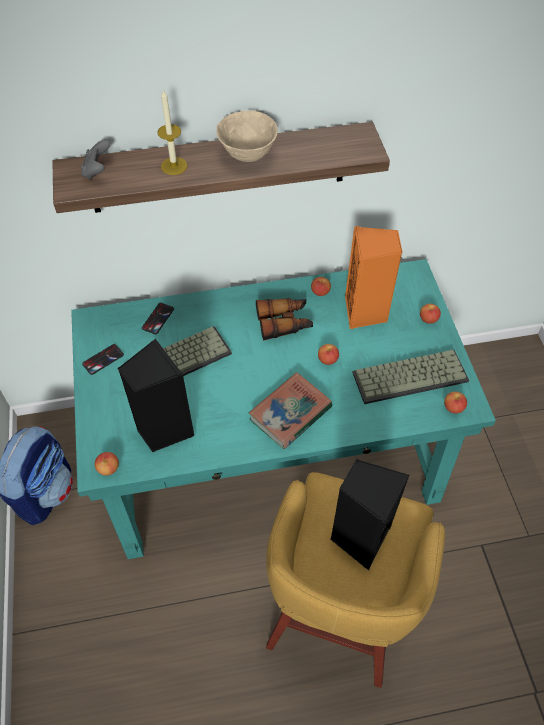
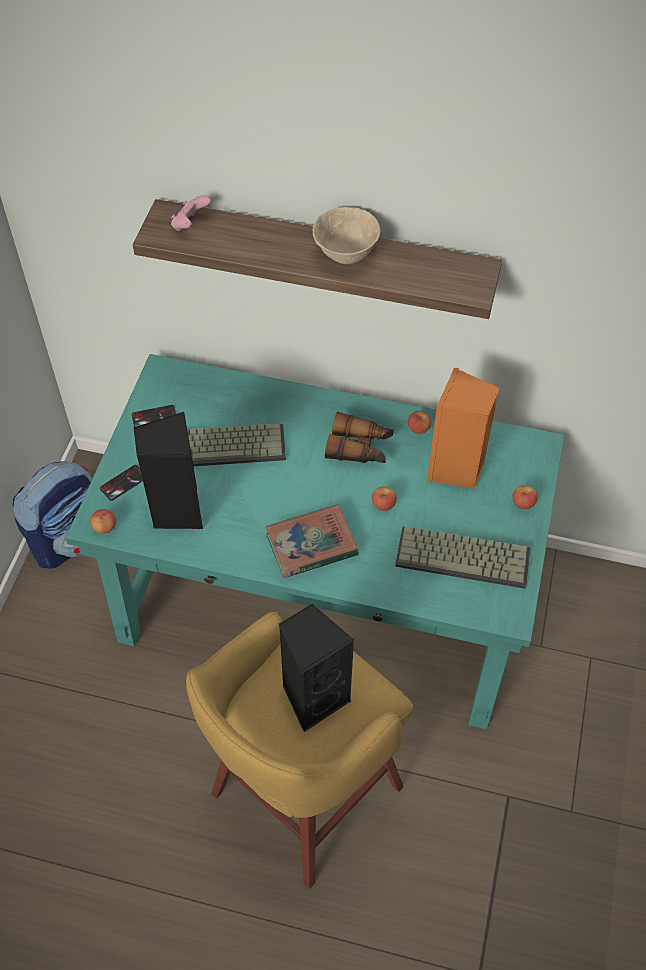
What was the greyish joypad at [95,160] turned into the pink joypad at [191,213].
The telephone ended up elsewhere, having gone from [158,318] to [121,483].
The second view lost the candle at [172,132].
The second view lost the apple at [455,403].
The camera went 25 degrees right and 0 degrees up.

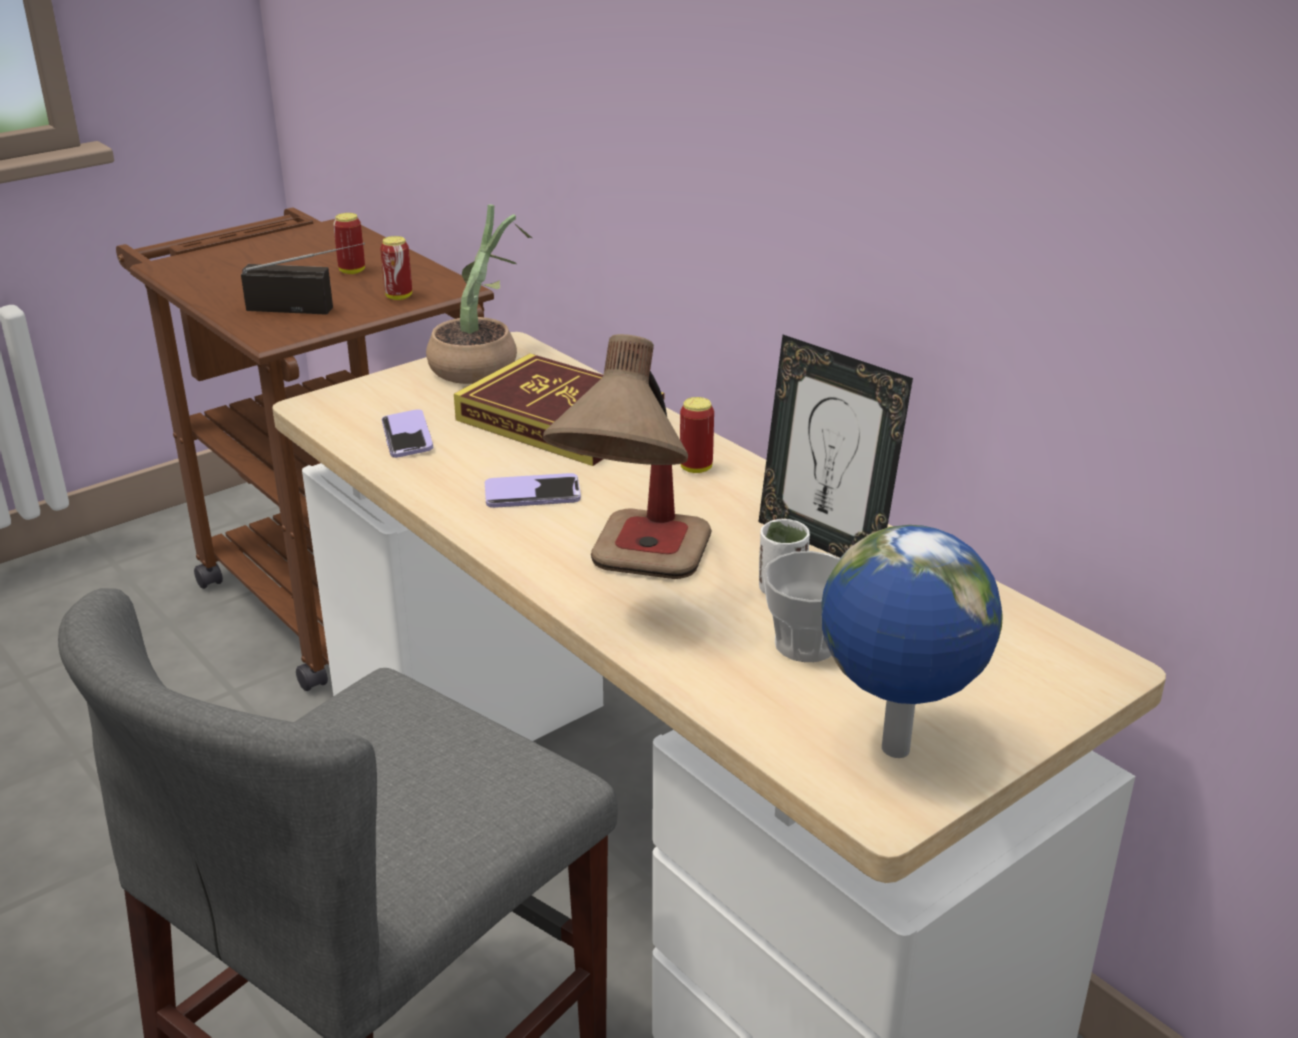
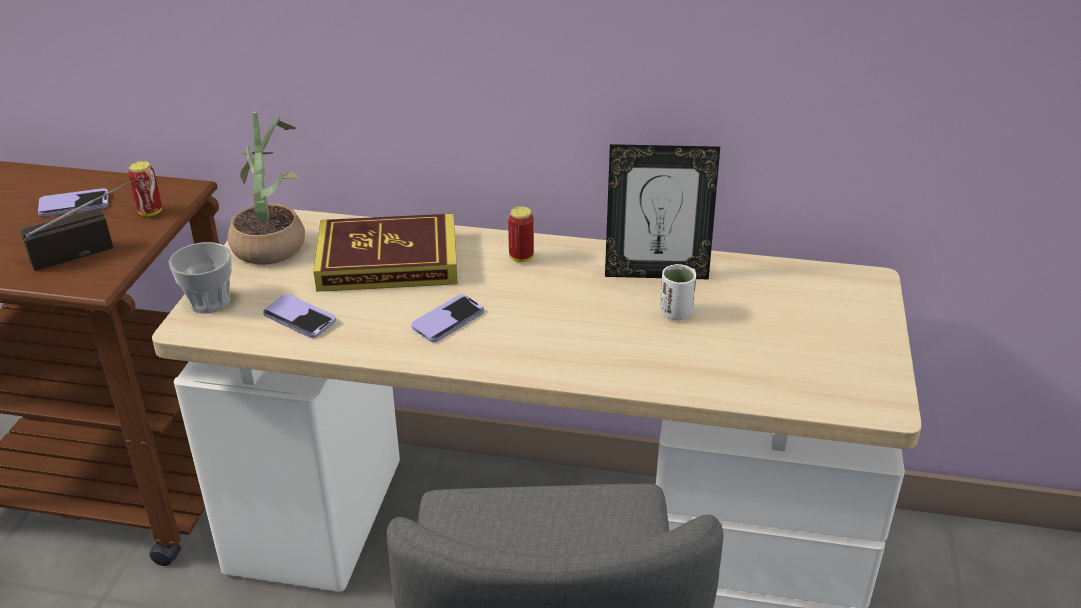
Where the sealed can stood at [349,243], the telephone came to stand at [73,202].
The second view lost the table lamp at [627,456].
The cup ended up elsewhere, having gone from [801,606] to [200,278].
The second view lost the world globe at [912,641].
The camera went 40 degrees left and 5 degrees up.

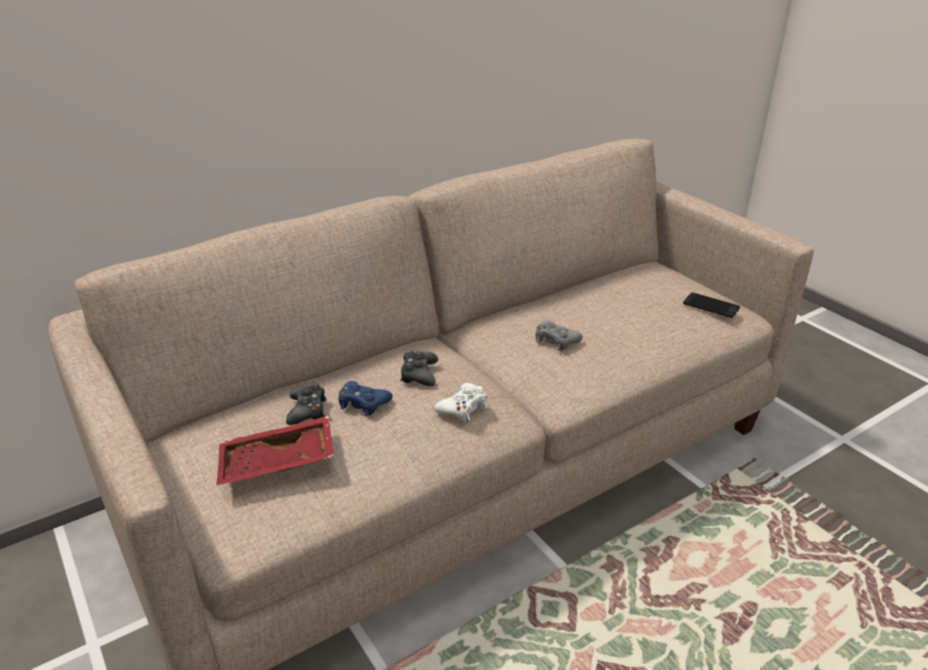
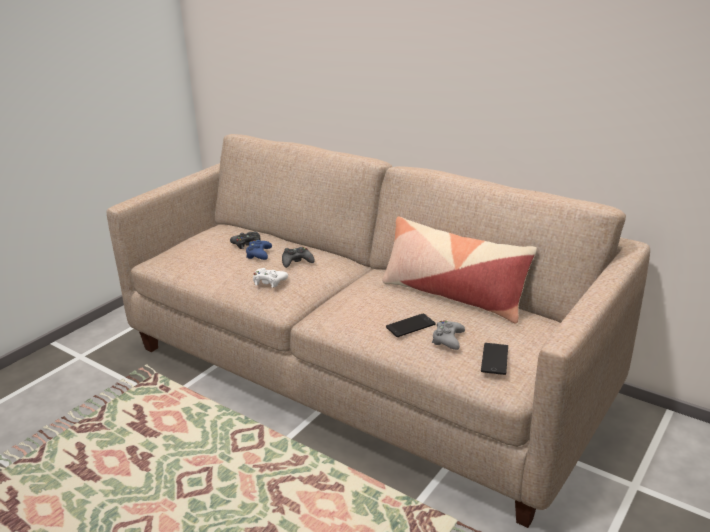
The second view lost the red-coloured tray at [275,450].
The greyish joypad ended up elsewhere, having gone from [559,335] to [448,335].
The second view gained the throw pillow at [459,270].
The second view gained the telephone at [411,325].
The camera went 70 degrees right and 5 degrees down.

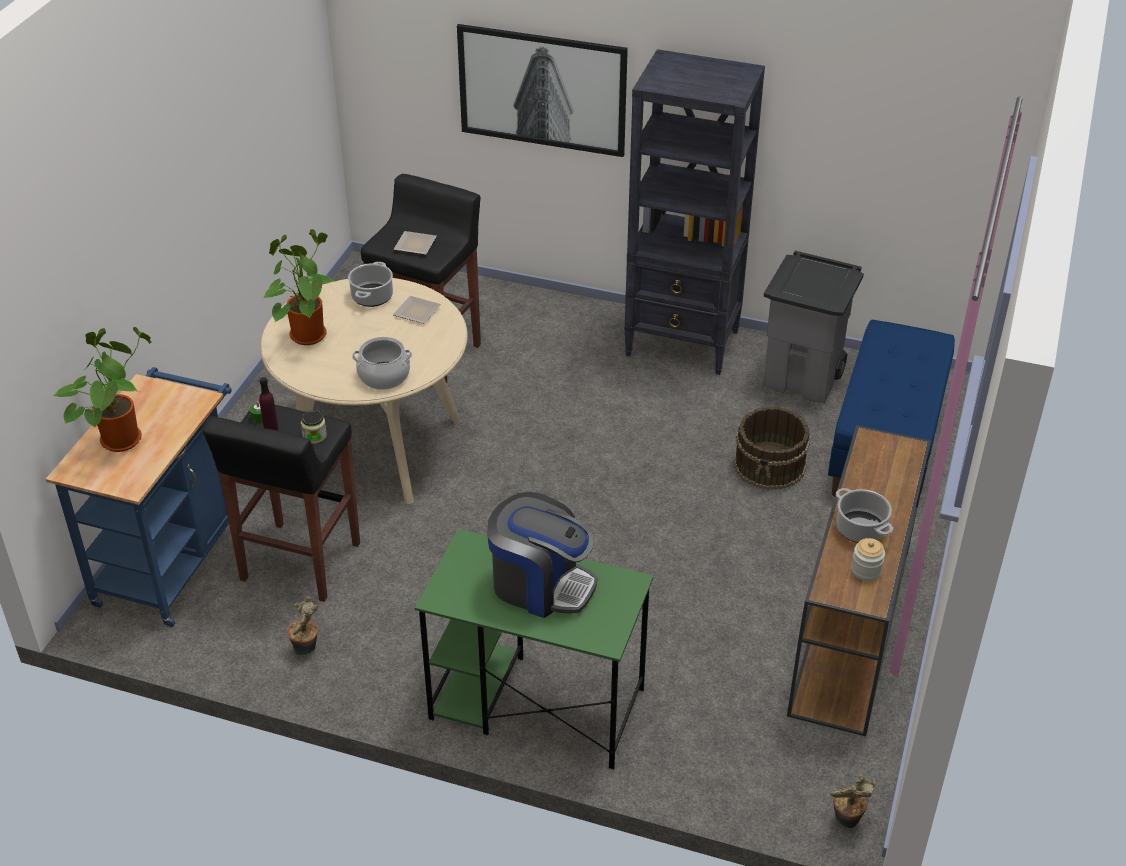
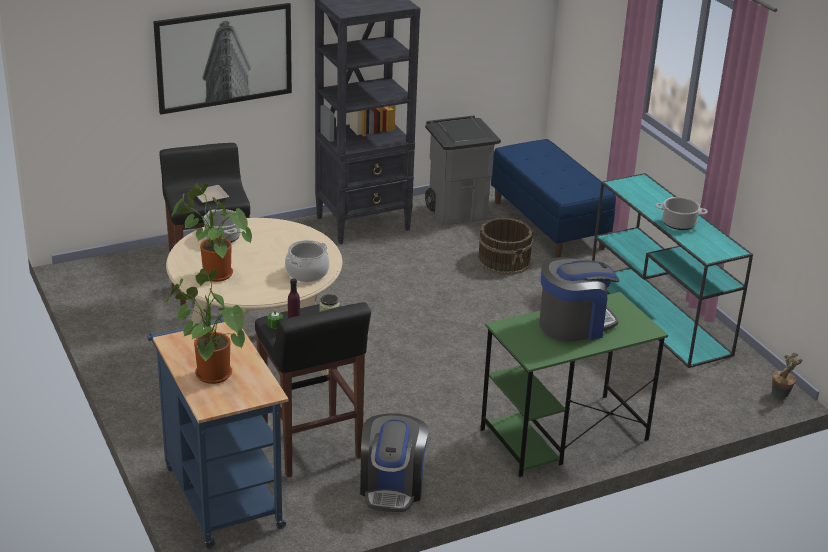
Where the potted plant stood at [302,625], the coffee maker came to stand at [394,462].
The second view lost the dinner plate at [417,310].
What was the brownish console table at [859,580] turned into the turquoise console table at [672,270].
The second view lost the storage jar at [868,559].
The camera went 45 degrees left and 10 degrees down.

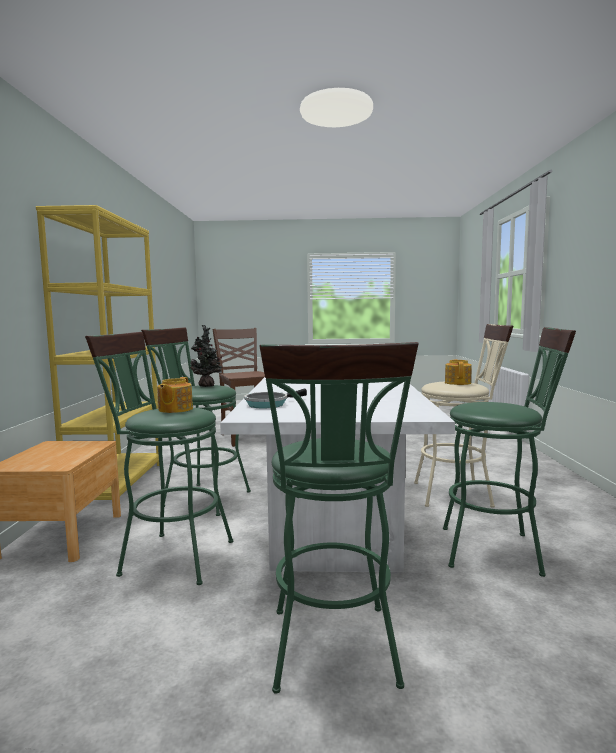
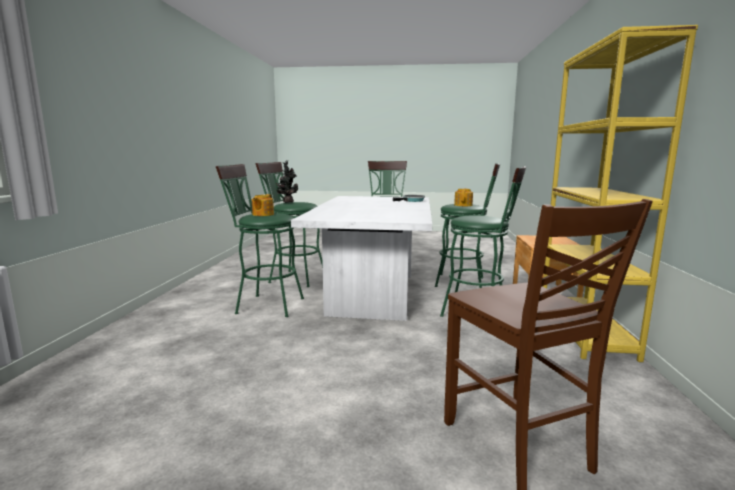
The potted plant ended up elsewhere, having gone from [206,356] to [287,182].
What was the beige stool seat at [463,416] turned into the green stool seat at [260,240].
The camera went 175 degrees left and 5 degrees up.

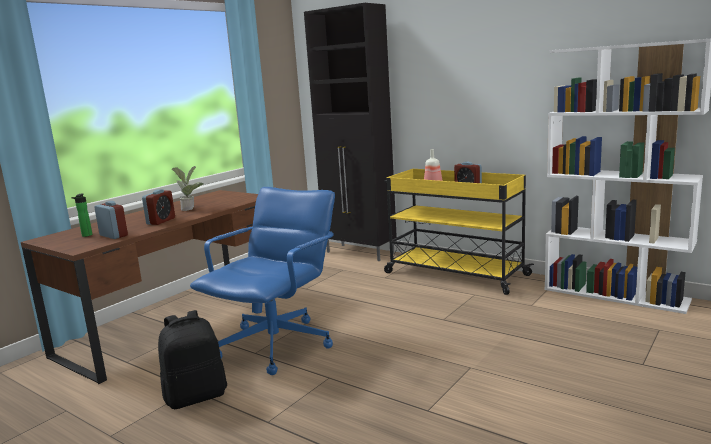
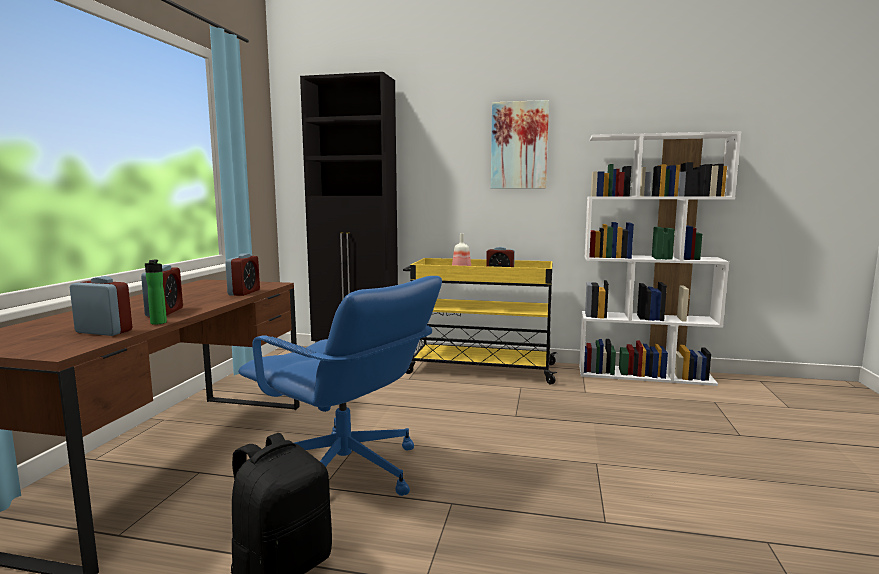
The beverage bottle ended up elsewhere, having gone from [82,215] to [156,292].
The second view lost the potted plant at [188,188].
The bluish computer chair at [262,281] ended up facing another way, 120 degrees clockwise from before.
The second view gained the table clock at [242,274].
The second view gained the wall art at [520,144].
The camera went 25 degrees left and 5 degrees down.

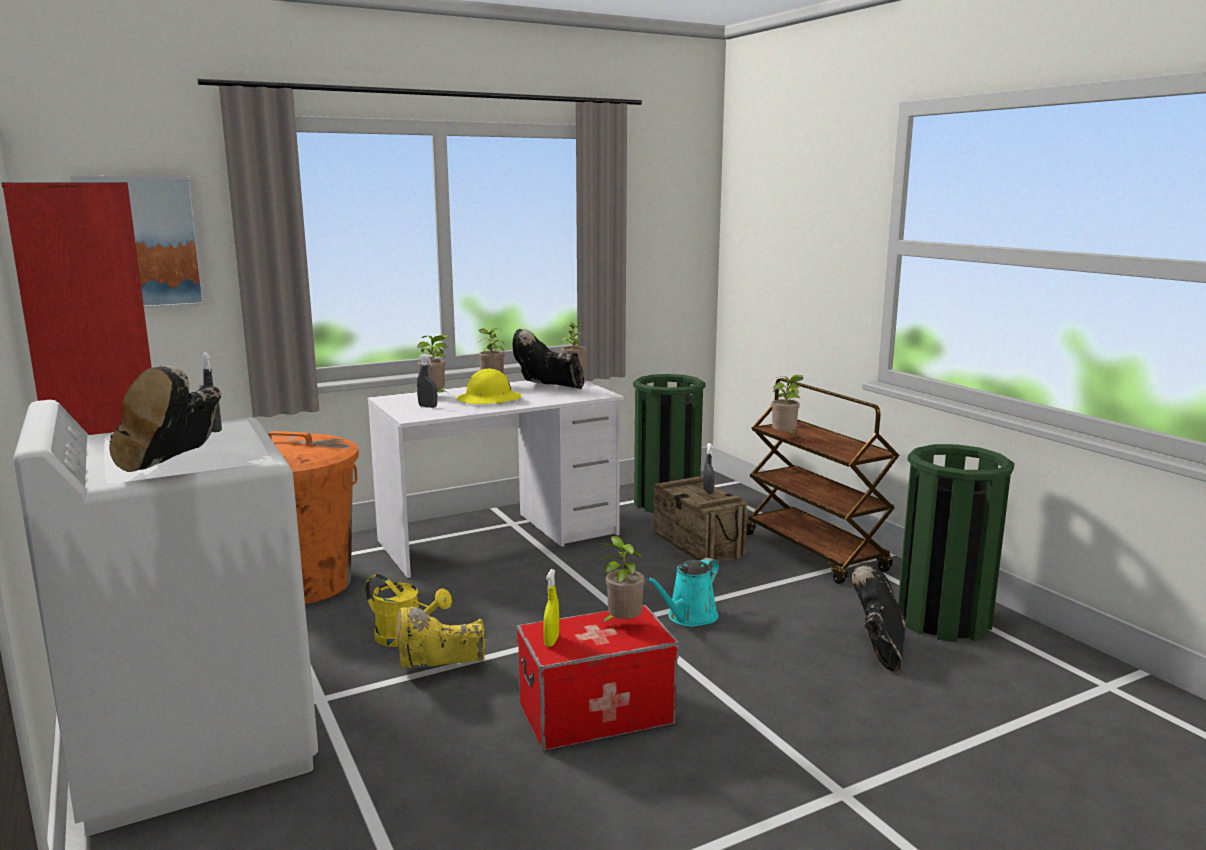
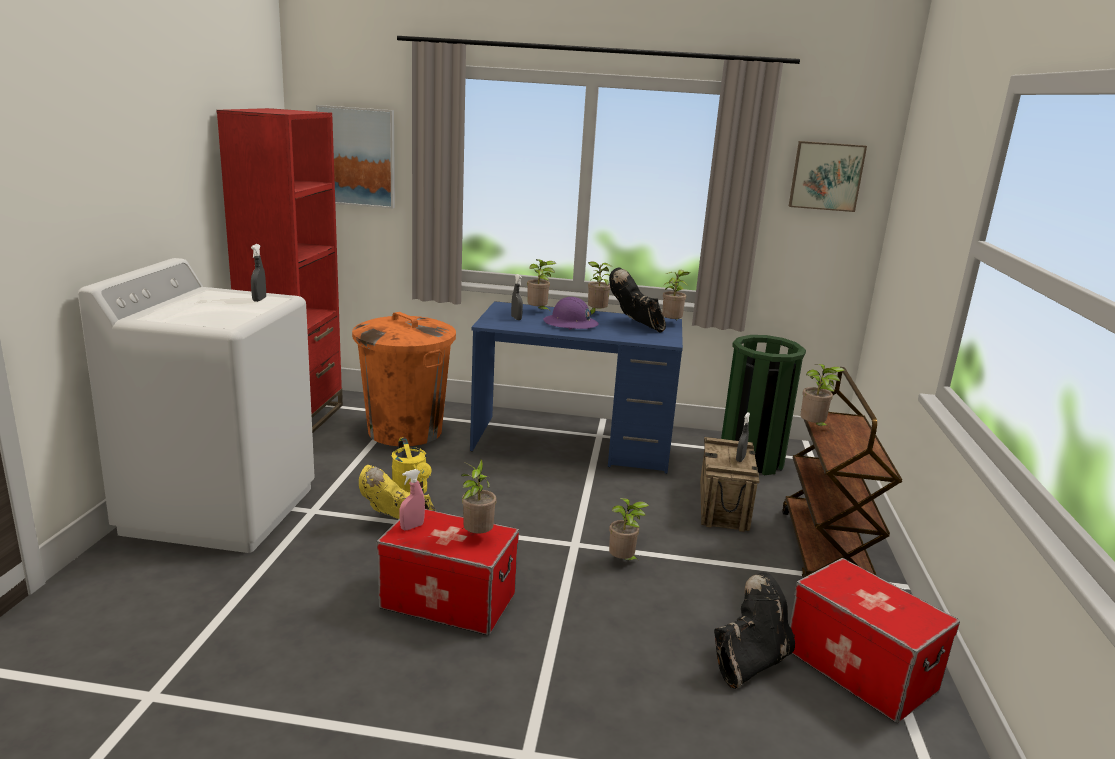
The second view lost the black tall boot at [165,418].
What was the whitish desk unit at [495,479] turned into the bluish desk unit at [576,387].
What was the yellow hard hat at [489,386] turned into the purple hard hat at [571,313].
What was the yellow spray bottle at [551,608] turned into the pink spray bottle at [412,499].
Where the turquoise watering pot stood at [682,592], the potted plant came to stand at [629,530].
Where the green trash can stood at [956,543], the storage bin came to stand at [874,640].
The second view gained the wall art at [828,176].
The camera went 35 degrees right and 5 degrees up.

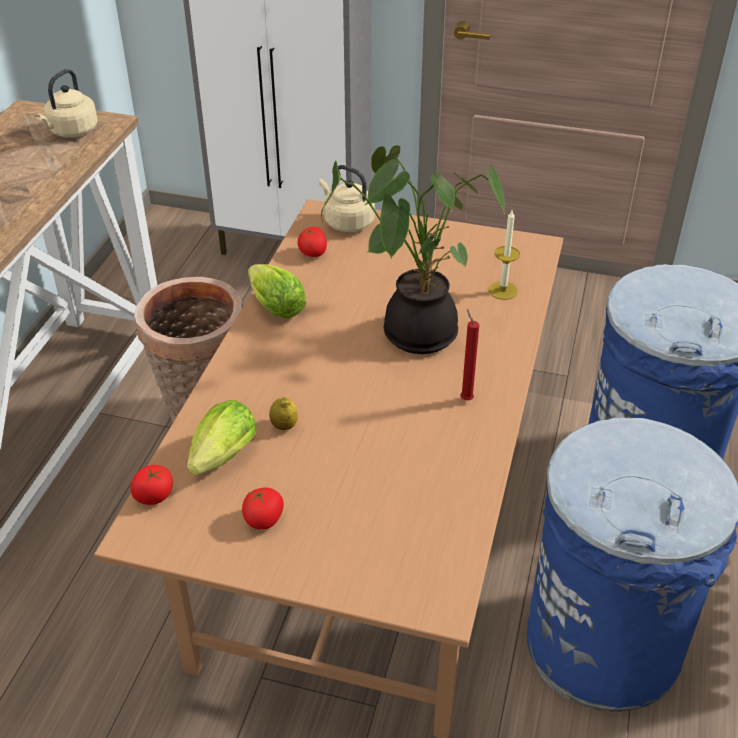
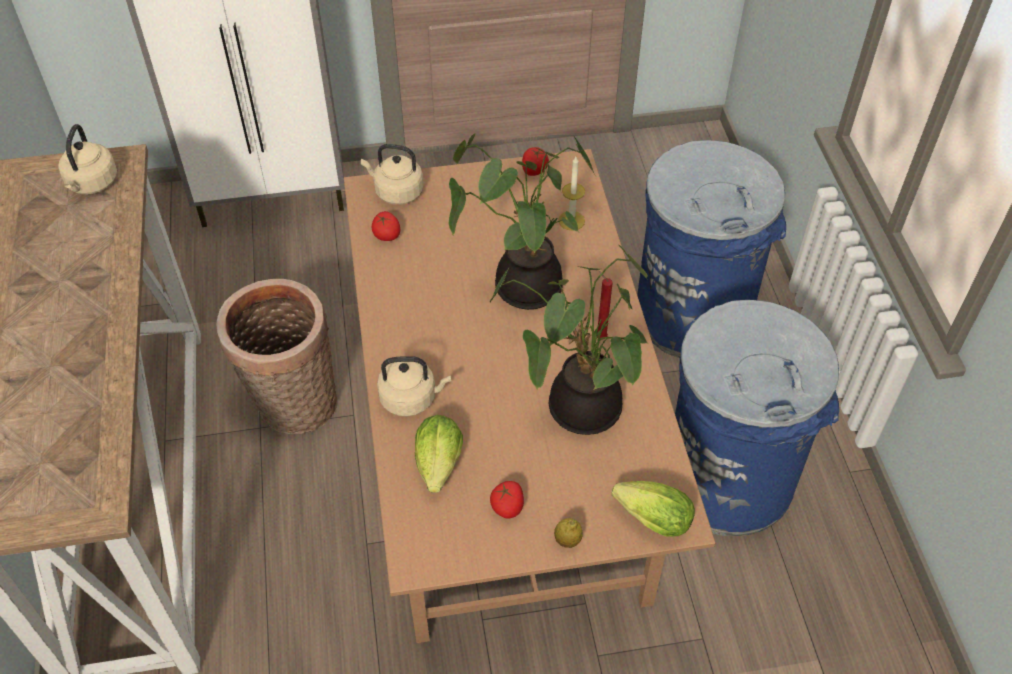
The whole tomato ended up elsewhere, having gone from [151,485] to [535,161].
The lettuce head ended up elsewhere, having gone from [277,291] to [653,509].
The citrus fruit ended up elsewhere, having gone from [283,413] to [568,533].
The second view gained the beige tea kettle at [414,386].
The second view gained the potted plant at [568,340].
The camera went 25 degrees left and 10 degrees up.

